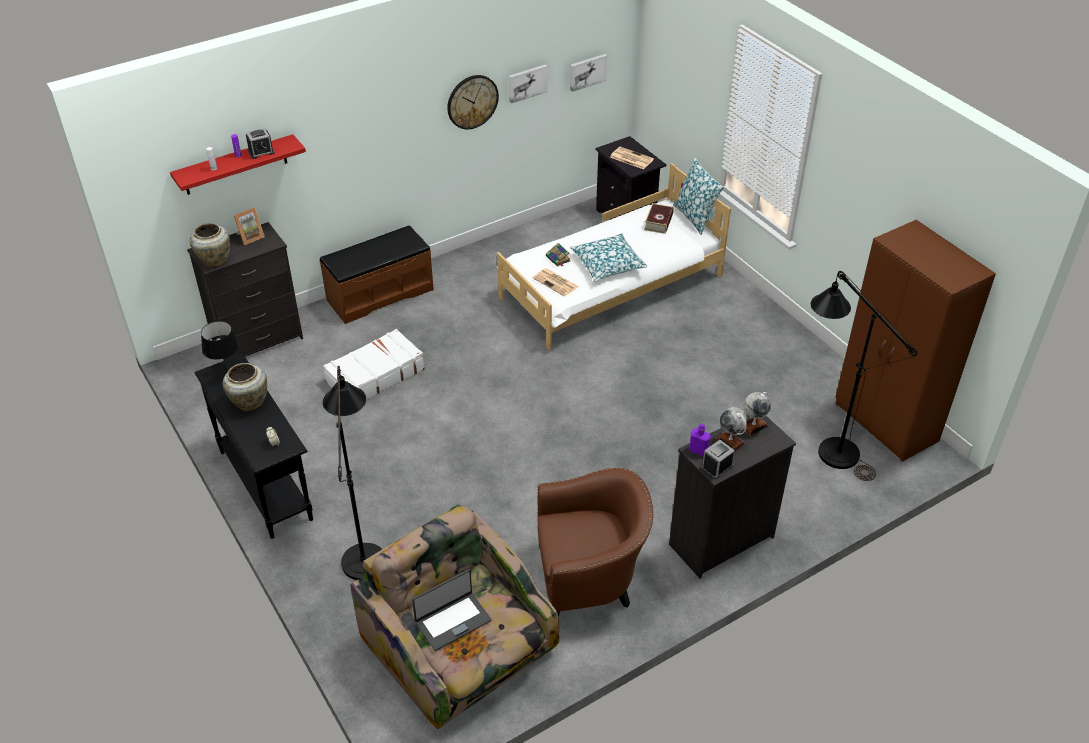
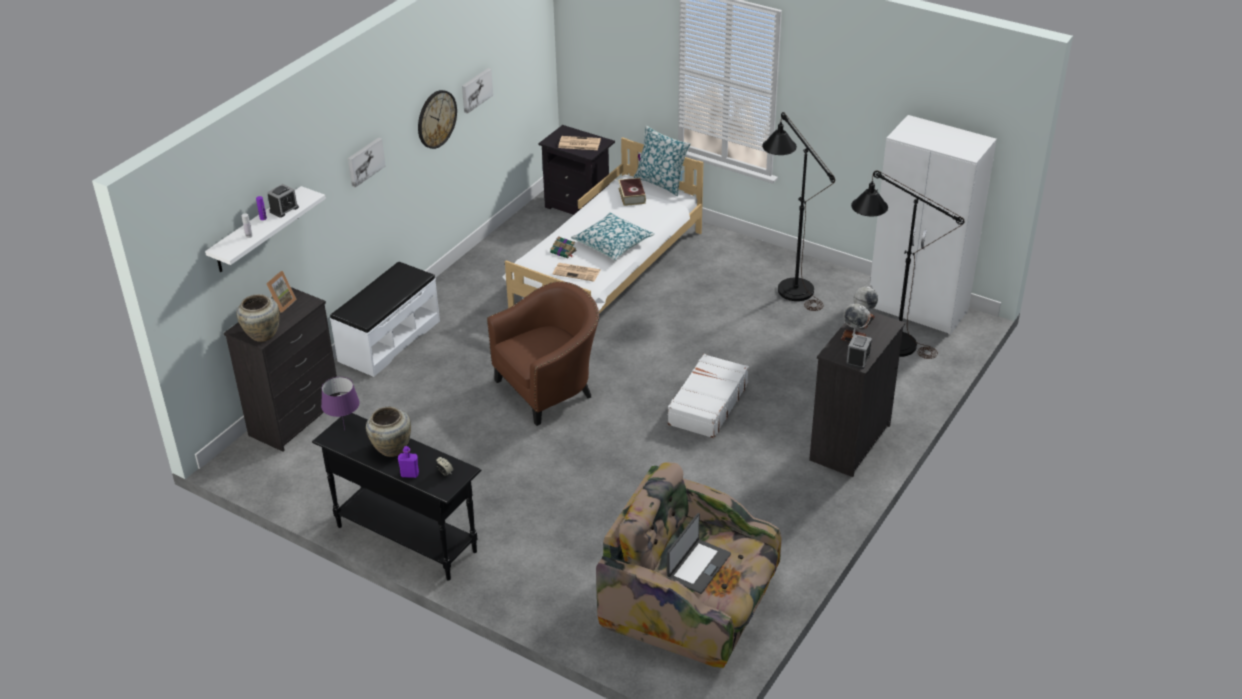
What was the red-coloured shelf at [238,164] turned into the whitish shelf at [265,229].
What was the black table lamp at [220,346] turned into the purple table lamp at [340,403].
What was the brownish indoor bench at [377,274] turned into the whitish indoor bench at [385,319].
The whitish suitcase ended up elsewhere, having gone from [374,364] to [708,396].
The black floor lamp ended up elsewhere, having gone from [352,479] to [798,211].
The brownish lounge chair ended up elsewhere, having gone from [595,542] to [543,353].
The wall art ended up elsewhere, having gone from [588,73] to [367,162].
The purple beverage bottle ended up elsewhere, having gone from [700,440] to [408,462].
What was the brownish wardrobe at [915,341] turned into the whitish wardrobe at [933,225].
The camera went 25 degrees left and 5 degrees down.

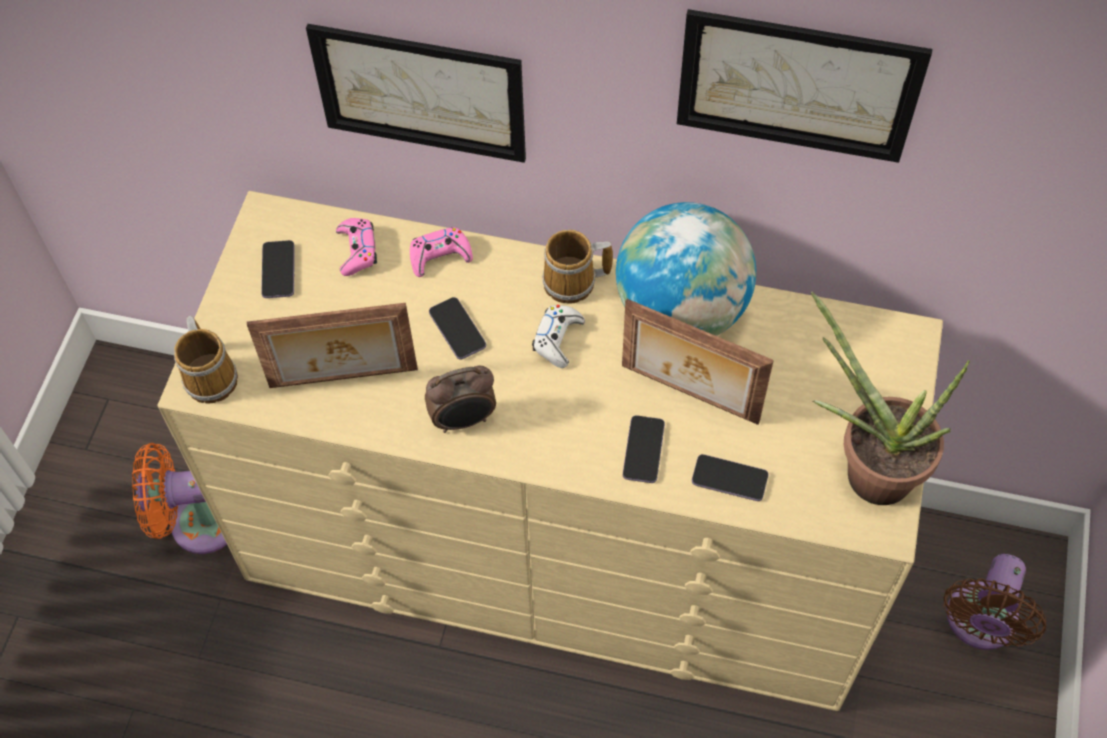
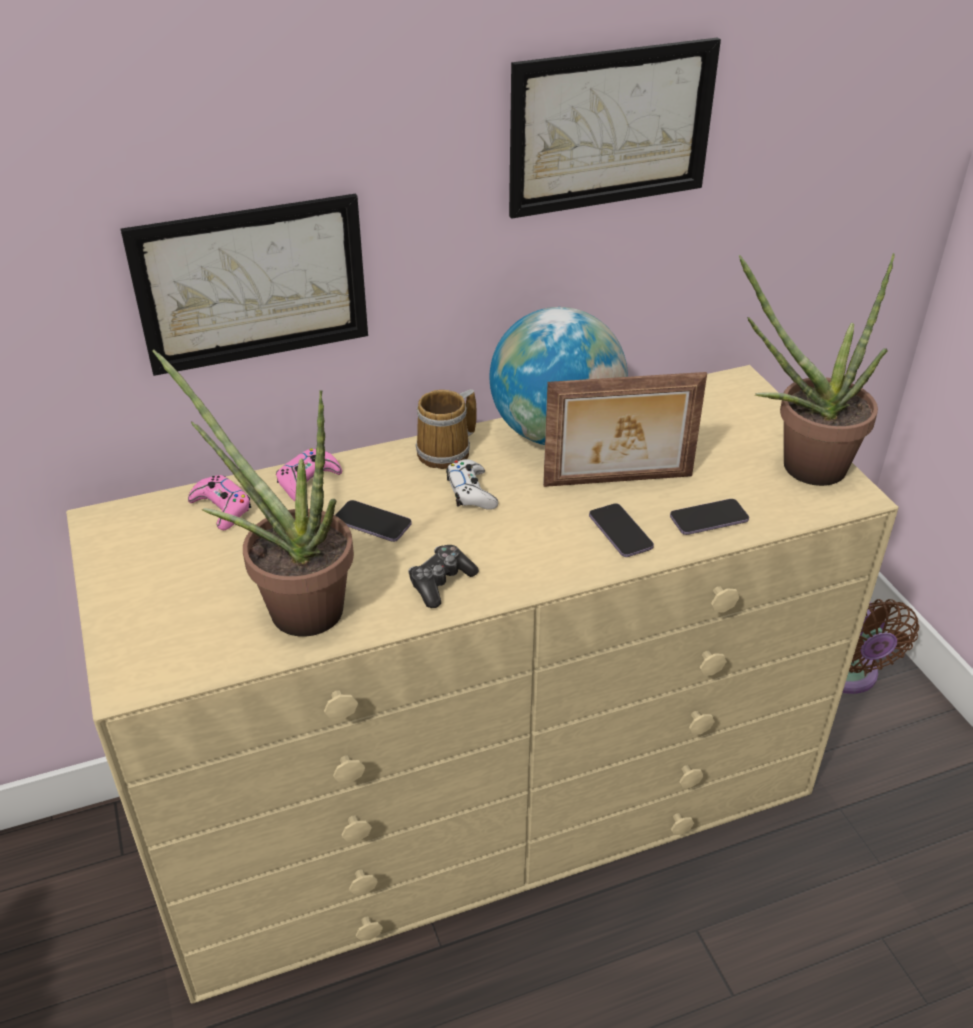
The second view lost the orange cooling fan at [179,498].
The second view lost the mug at [206,360].
Where the photo frame stood at [332,345], the potted plant came to stand at [253,493].
The second view lost the telephone at [278,269].
Where the table clock stood at [460,399], the joypad came to stand at [443,576].
The camera went 35 degrees left and 20 degrees down.

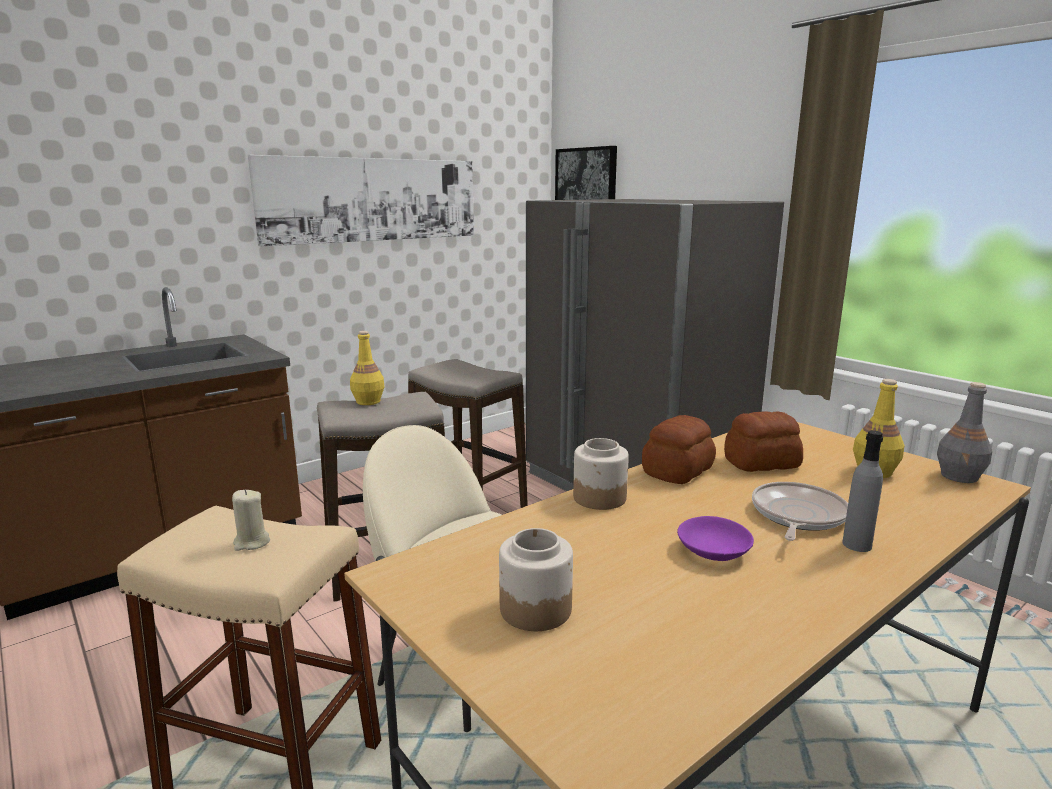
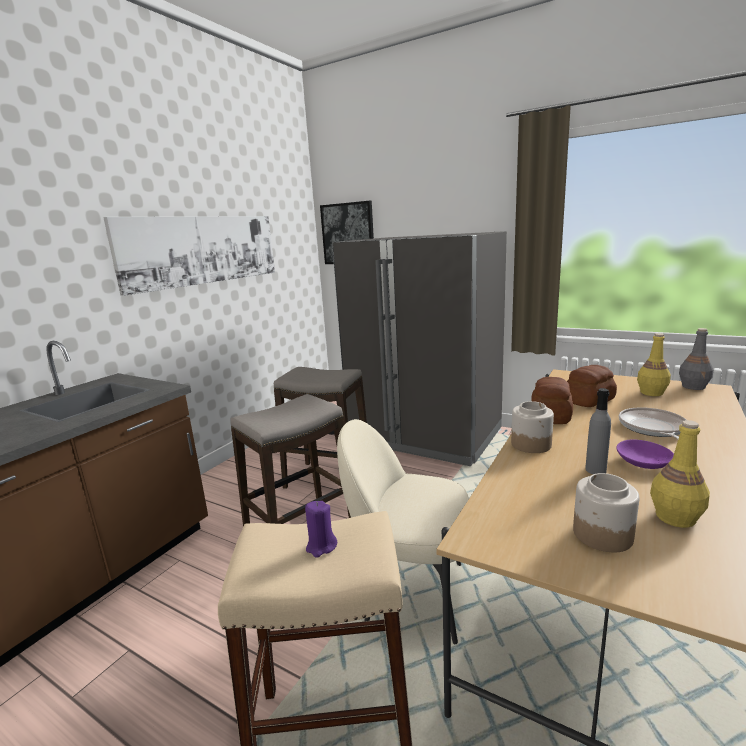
What was the beige candle at [251,520] turned into the purple candle at [321,529].
The yellow beverage bottle ended up elsewhere, having gone from [367,368] to [680,474].
The greyish beverage bottle ended up elsewhere, having gone from [862,491] to [598,431].
The camera went 20 degrees left and 0 degrees up.

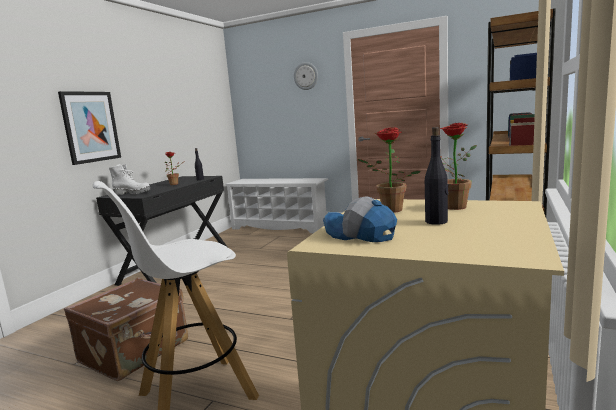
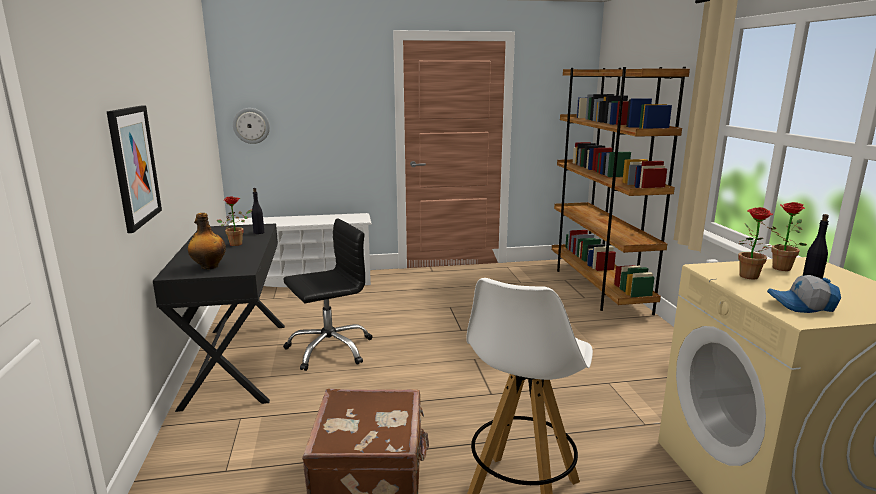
Where the whitish tall boot stood at [130,179], the beverage bottle came to stand at [207,241].
The hanging clock ended up elsewhere, having gone from [306,76] to [251,126].
The second view gained the black computer chair at [328,294].
The camera went 35 degrees left and 5 degrees up.

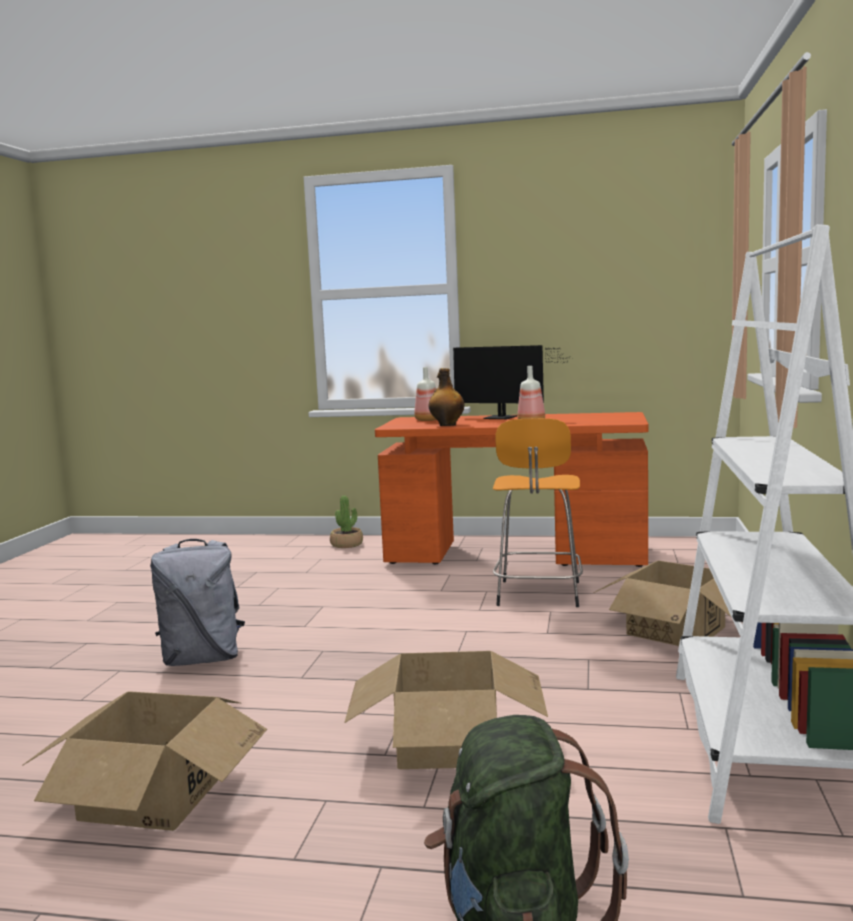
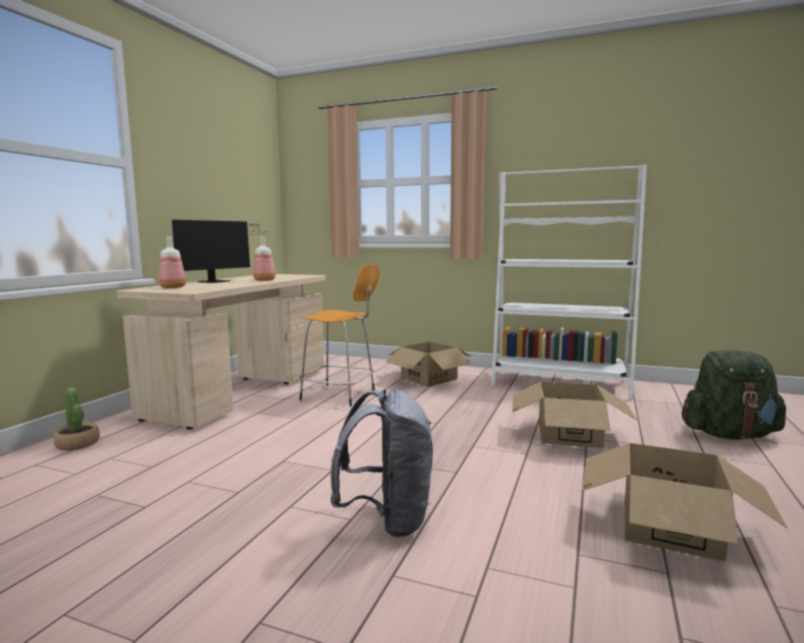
What was the orange desk unit at [511,489] turned into the beige desk unit at [221,351].
The second view lost the beverage bottle at [447,397].
The camera went 80 degrees left and 0 degrees up.

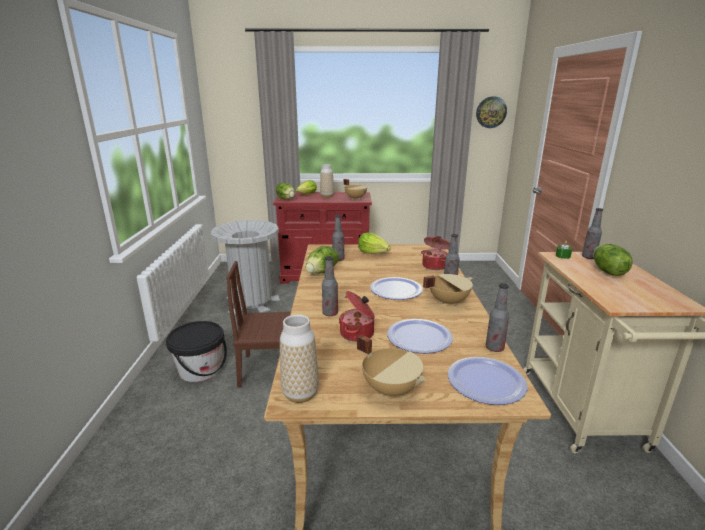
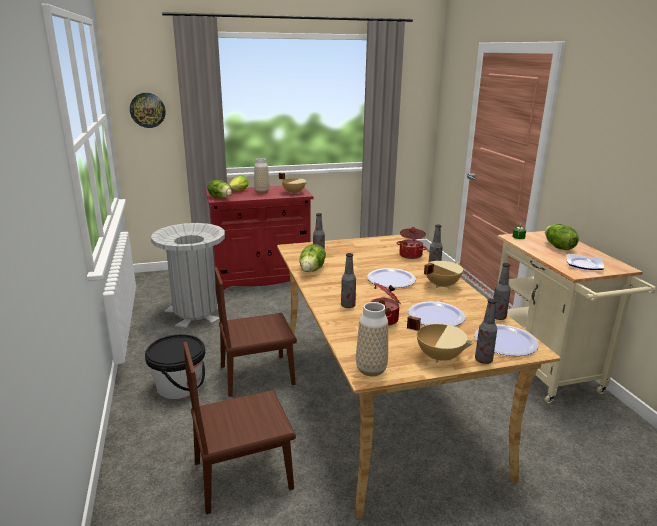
The second view lost the lettuce head at [374,243].
The hanging clock ended up elsewhere, having gone from [491,112] to [148,110].
The beverage bottle ended up elsewhere, having gone from [592,233] to [486,331].
The second view gained the brownish chair at [239,428].
The second view gained the dinner plate at [585,262].
The camera went 15 degrees left and 0 degrees up.

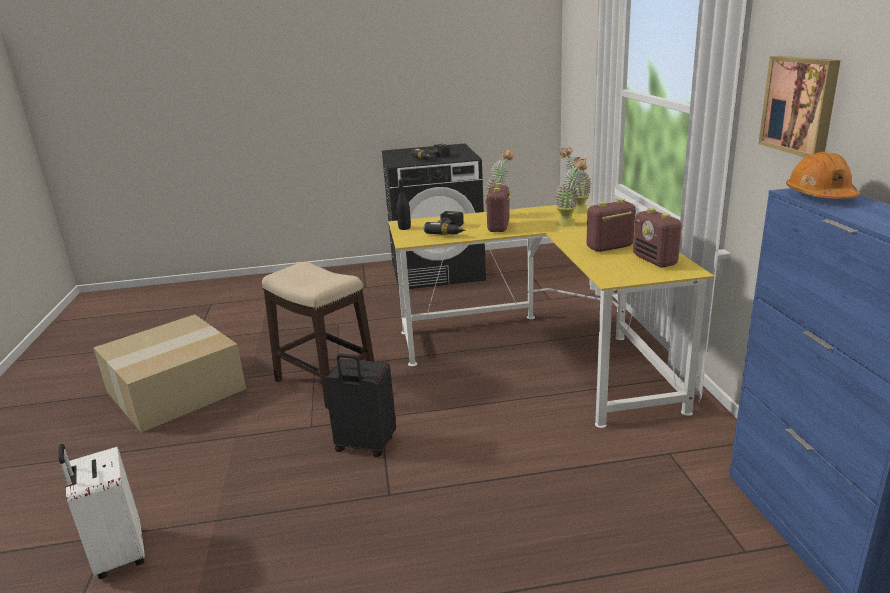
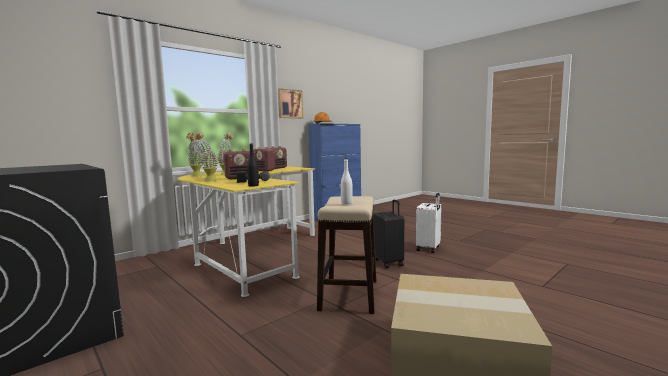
The whitish suitcase ended up elsewhere, having gone from [101,511] to [429,223].
The second view lost the power drill at [430,152].
The second view gained the whitish beverage bottle at [347,181].
The camera went 125 degrees left and 15 degrees down.

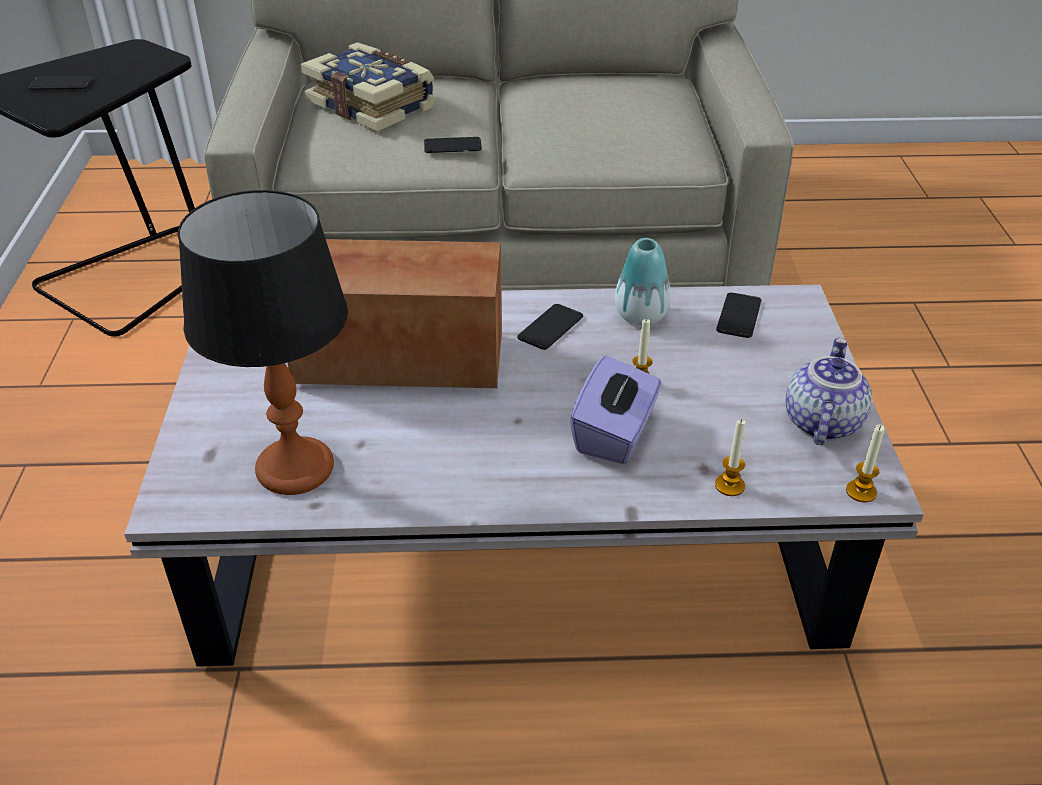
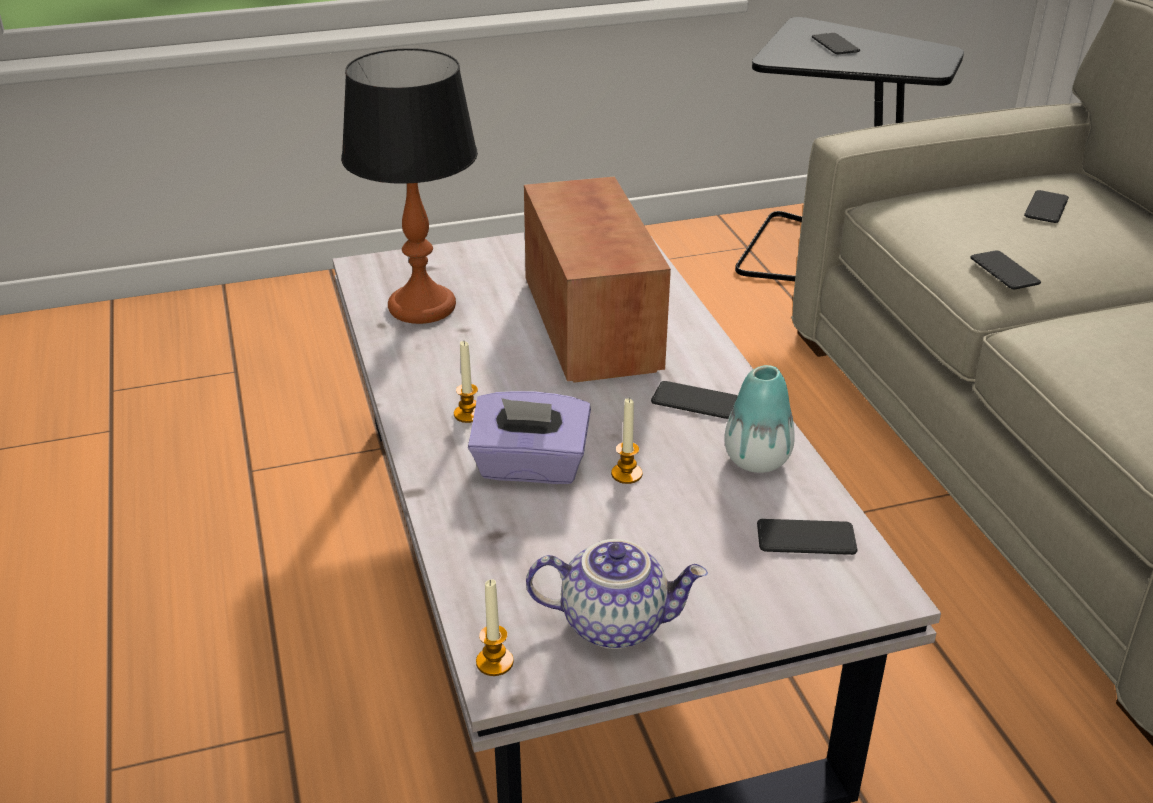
Where the book stood at [368,87], the telephone came to stand at [1046,206].
The candle ended up elsewhere, having gone from [730,457] to [466,382].
The camera went 75 degrees right and 5 degrees down.

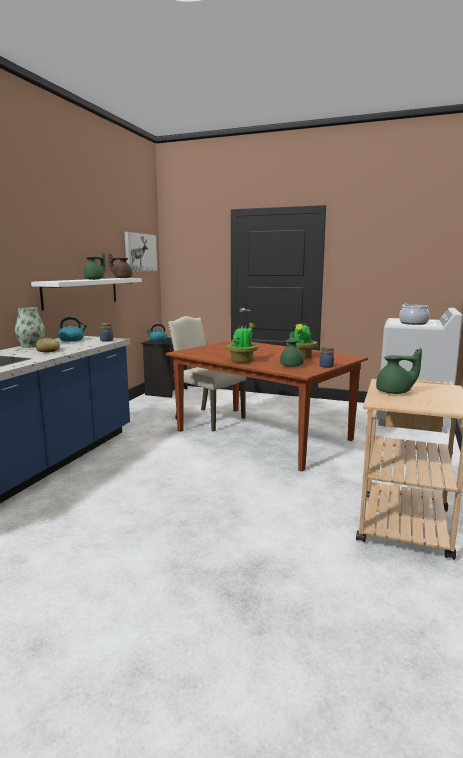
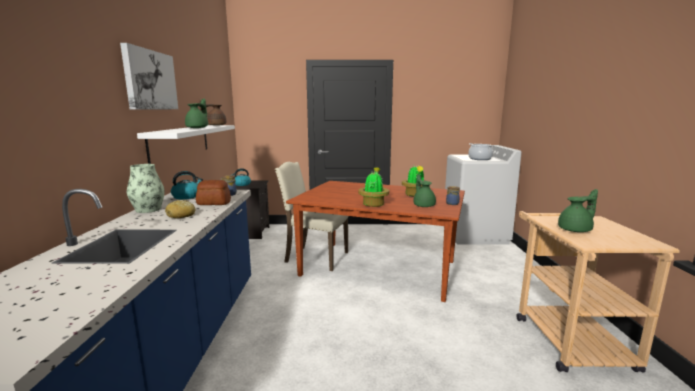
The wall art ended up elsewhere, having gone from [141,252] to [149,76].
The second view gained the bread at [213,192].
The camera went 20 degrees left and 0 degrees up.

